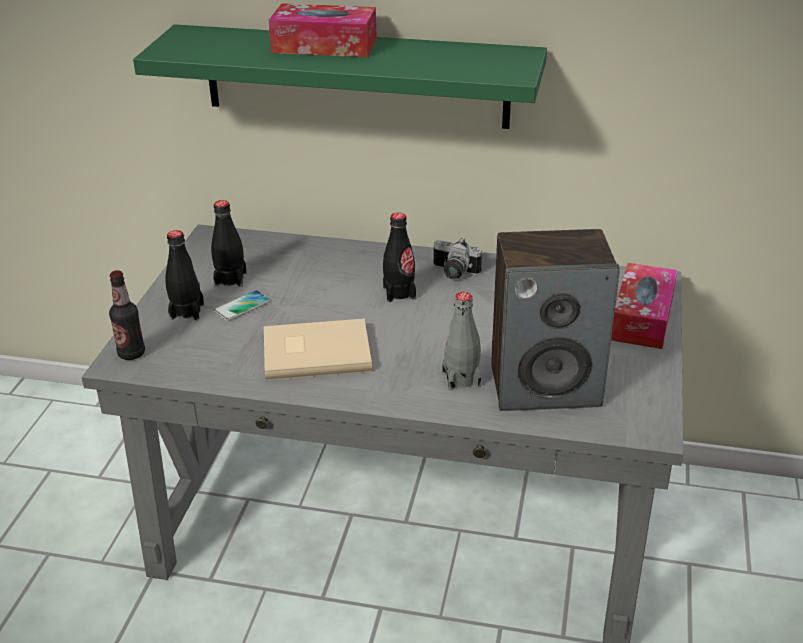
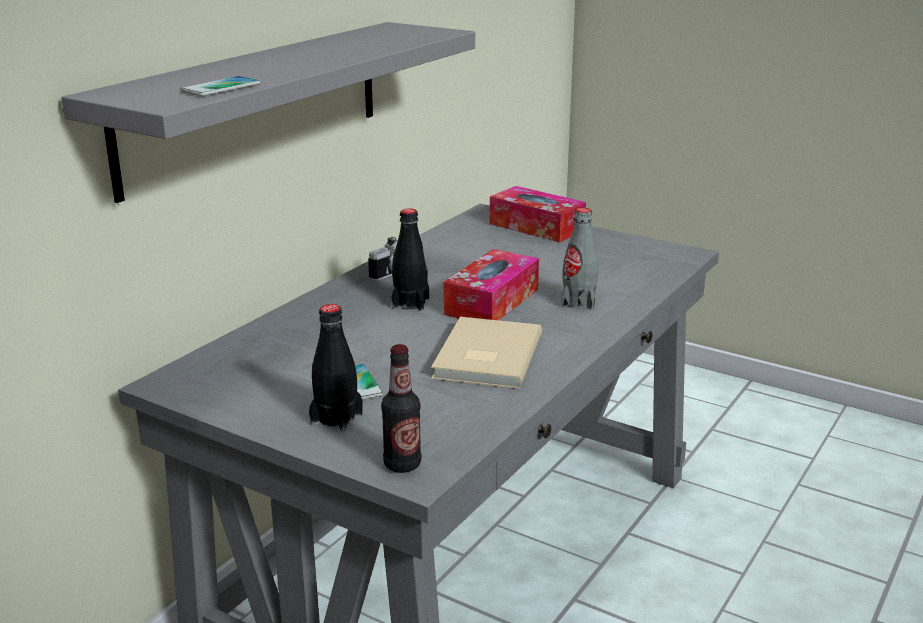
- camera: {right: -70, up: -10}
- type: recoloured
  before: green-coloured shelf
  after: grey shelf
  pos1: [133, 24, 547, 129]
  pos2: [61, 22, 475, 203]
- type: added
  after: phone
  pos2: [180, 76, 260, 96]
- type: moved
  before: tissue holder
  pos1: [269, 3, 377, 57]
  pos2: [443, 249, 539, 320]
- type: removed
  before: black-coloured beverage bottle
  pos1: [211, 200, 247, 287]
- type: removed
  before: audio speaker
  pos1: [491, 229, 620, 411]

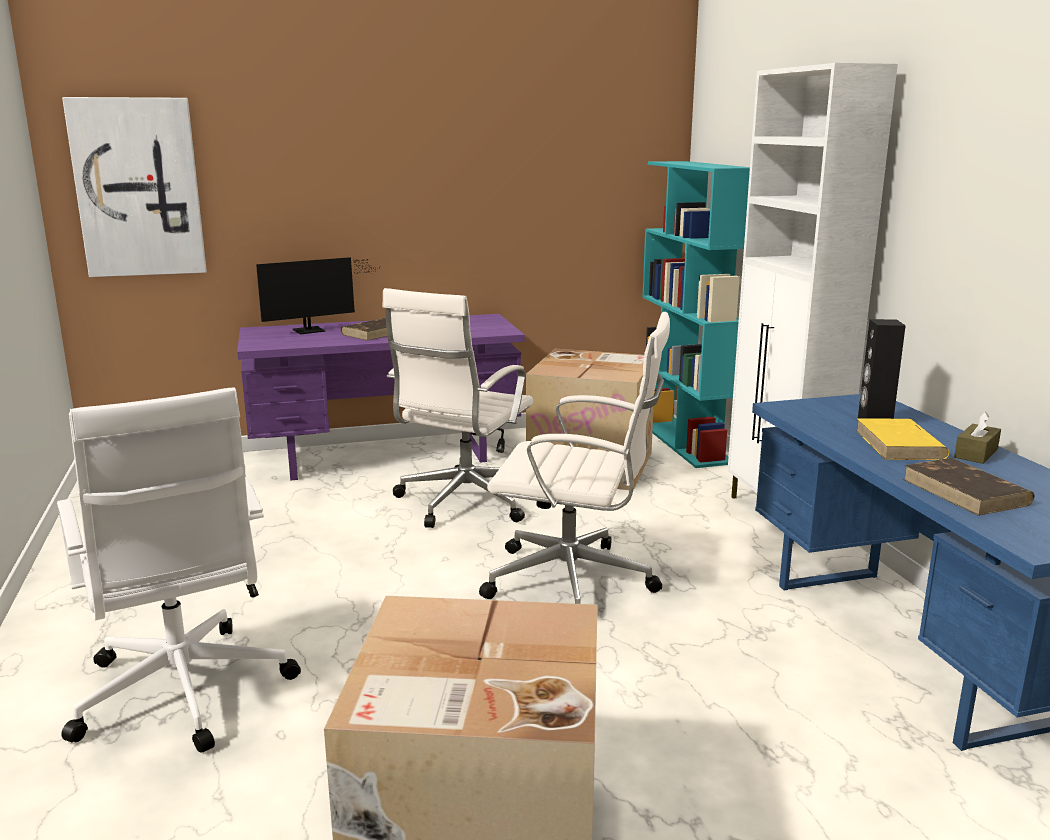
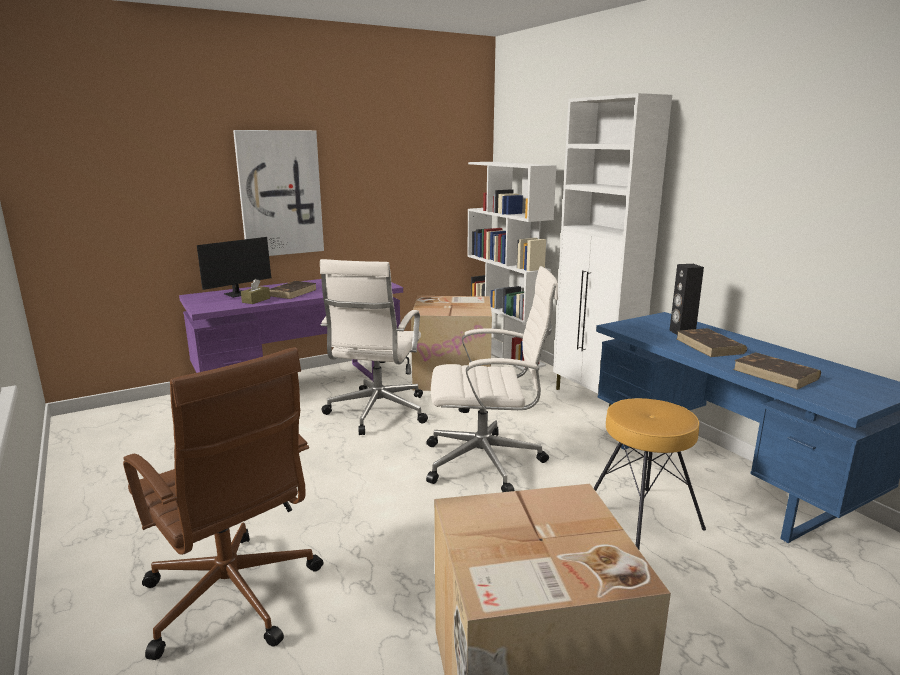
- camera: {right: -15, up: 0}
- type: recoloured
  before: white office chair
  after: brown-coloured office chair
  pos1: [57, 387, 301, 753]
  pos2: [123, 347, 323, 660]
- type: moved
  before: wall art
  pos1: [62, 97, 207, 277]
  pos2: [233, 130, 324, 256]
- type: moved
  before: brown-coloured tissue holder
  pos1: [954, 412, 1001, 464]
  pos2: [241, 279, 270, 304]
- type: recoloured
  before: turquoise-coloured bookcase
  after: white bookcase
  pos1: [642, 161, 750, 468]
  pos2: [467, 162, 557, 371]
- type: added
  after: brown-coloured stool
  pos2: [594, 398, 706, 549]
- type: recoloured
  before: yellow book
  after: brown-coloured book
  pos1: [856, 418, 949, 460]
  pos2: [676, 328, 747, 357]

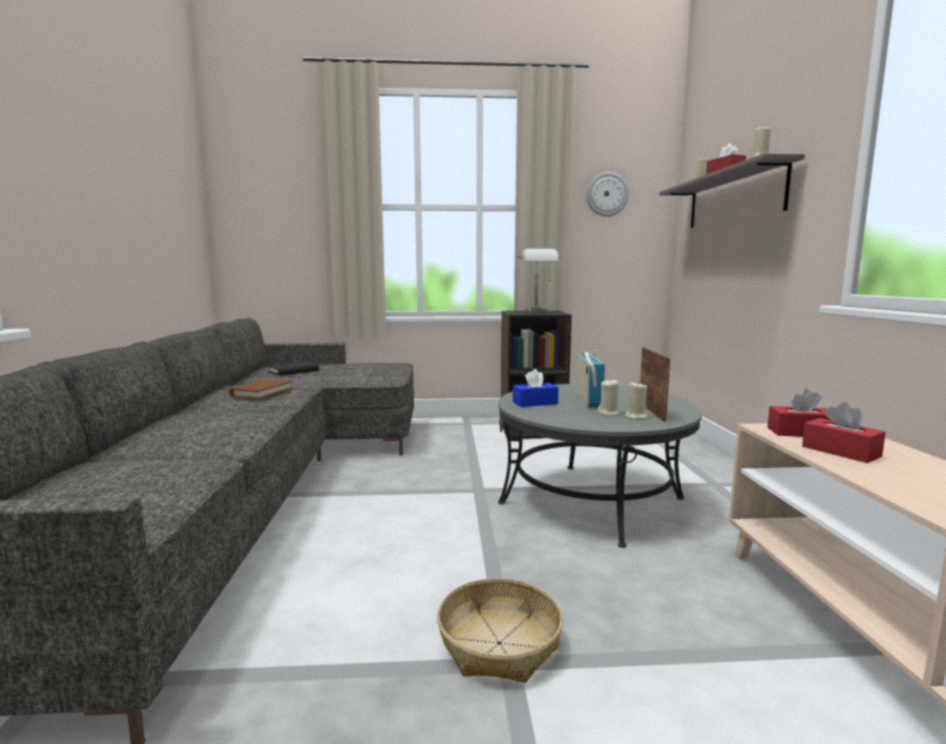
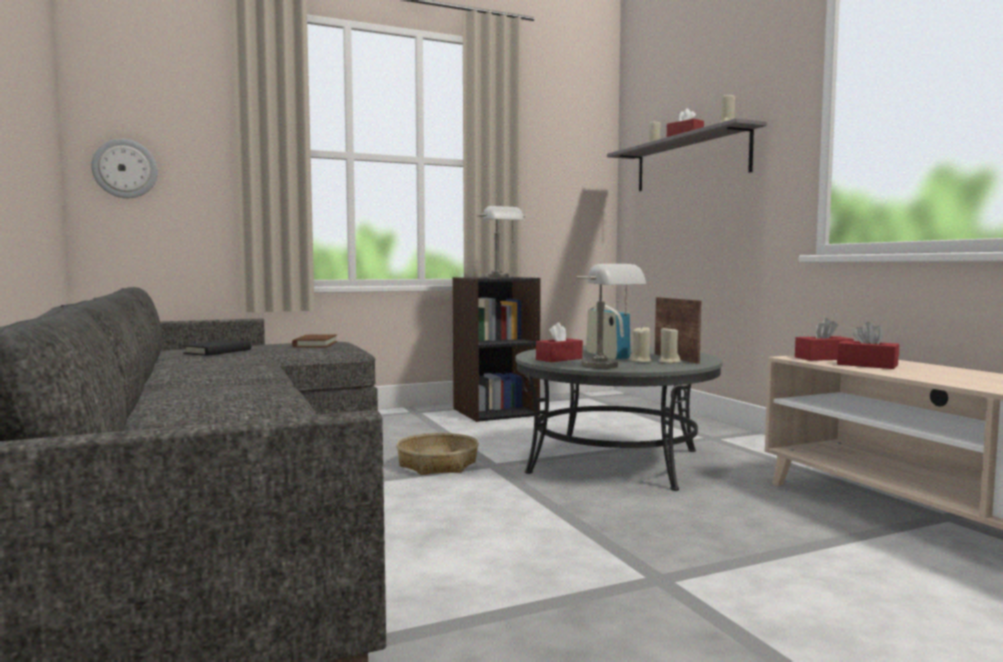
- camera: {right: -20, up: -5}
- type: moved
  before: wall clock
  pos1: [586, 172, 629, 217]
  pos2: [91, 139, 158, 198]
- type: moved
  before: brown-coloured book
  pos1: [229, 379, 293, 399]
  pos2: [292, 334, 337, 348]
- type: moved
  before: basket
  pos1: [437, 578, 563, 683]
  pos2: [396, 433, 479, 475]
- type: recoloured
  before: blue tissue holder
  after: red tissue holder
  pos1: [513, 369, 559, 407]
  pos2: [536, 322, 583, 362]
- type: added
  after: grey tabletop lamp
  pos2: [576, 264, 646, 369]

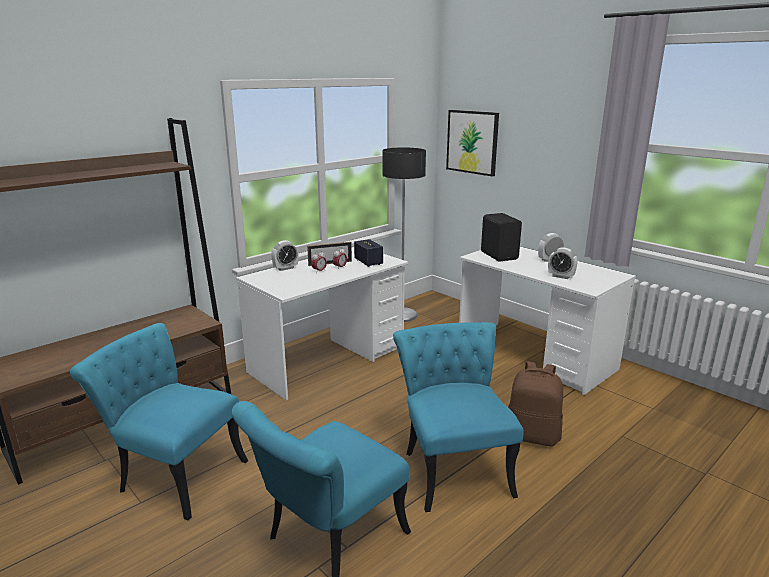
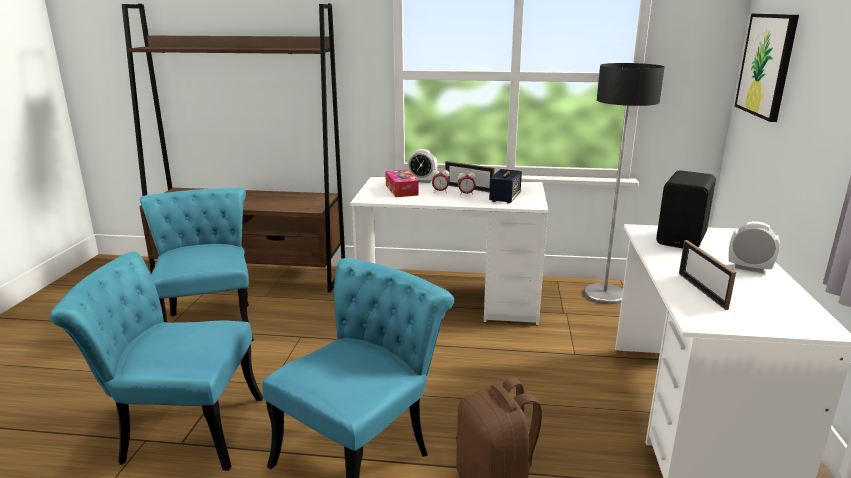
- camera: {right: 50, up: 0}
- type: added
  after: tissue holder
  pos2: [385, 170, 418, 197]
- type: replaced
  before: bedside clock
  after: standing frame
  pos1: [548, 247, 578, 279]
  pos2: [679, 240, 736, 310]

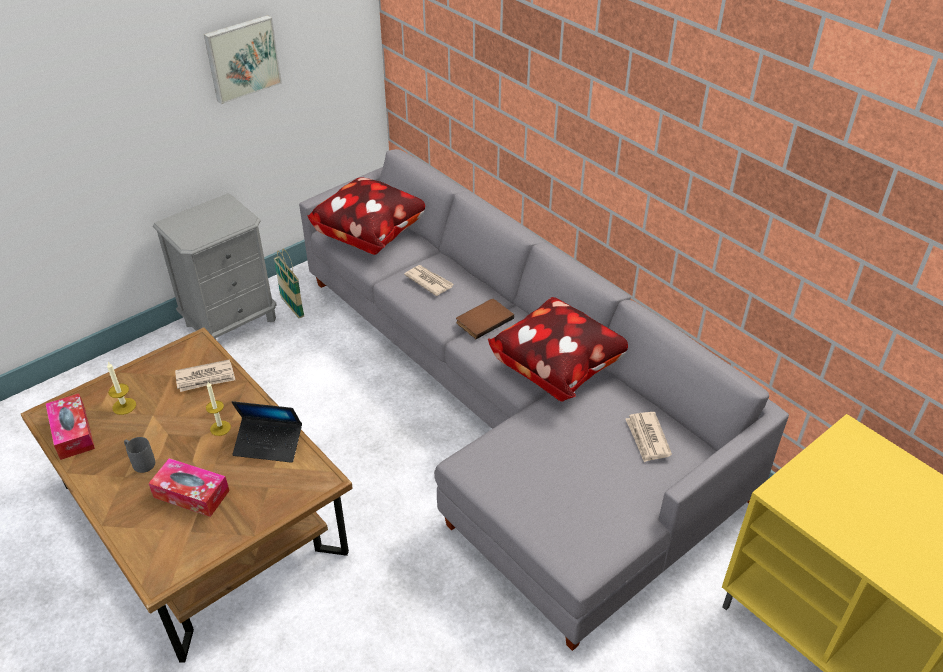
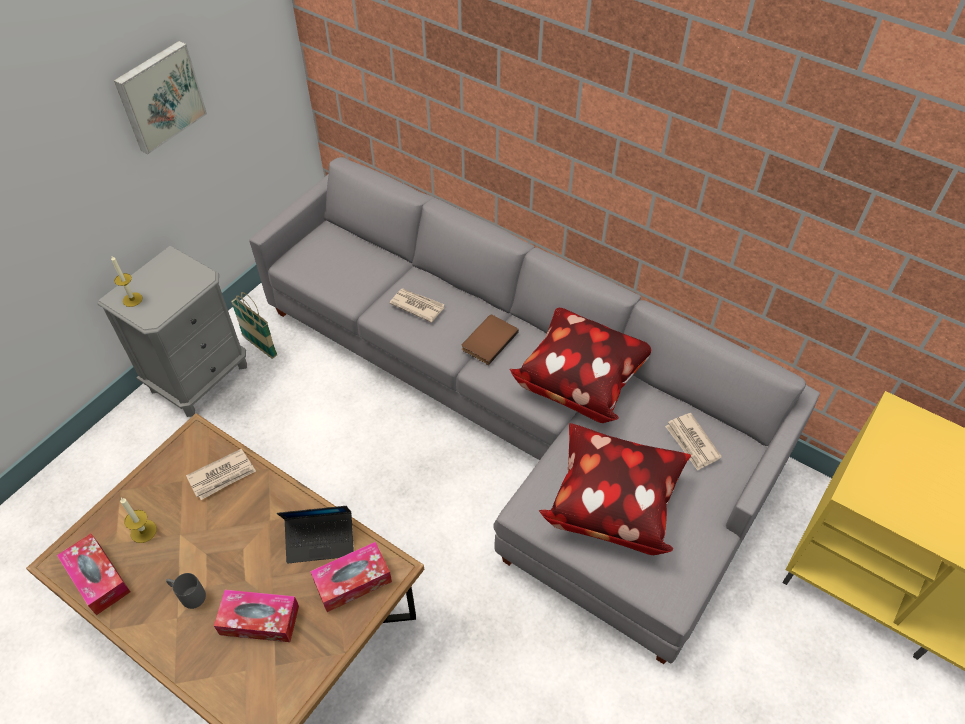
- camera: {right: -15, up: 10}
- type: moved
  before: candle
  pos1: [206, 382, 231, 436]
  pos2: [111, 256, 143, 307]
- type: added
  after: tissue holder
  pos2: [310, 542, 392, 612]
- type: moved
  before: cushion
  pos1: [307, 177, 425, 255]
  pos2: [539, 423, 691, 555]

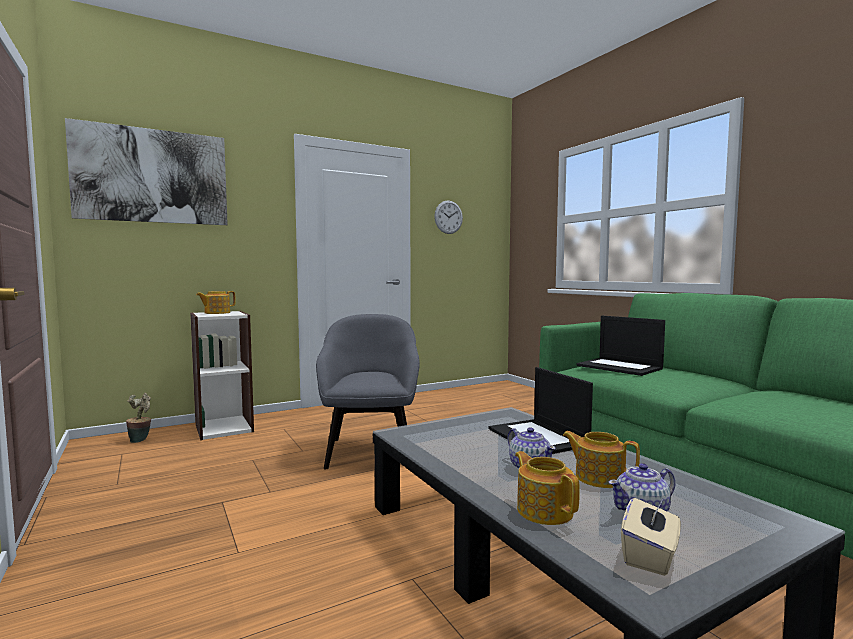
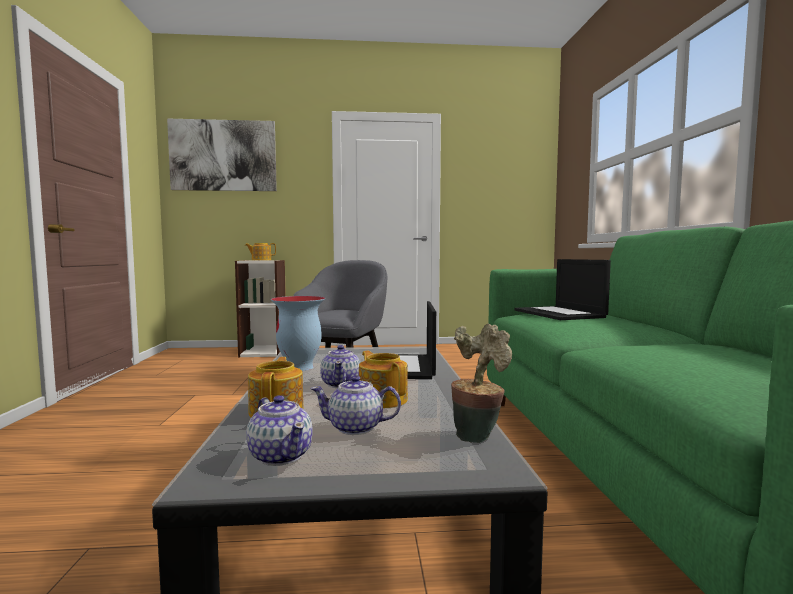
- camera: {right: 25, up: 0}
- type: replaced
  before: beige tissue holder
  after: teapot
  pos1: [621, 497, 681, 576]
  pos2: [246, 395, 313, 466]
- type: added
  after: vase
  pos2: [271, 296, 325, 371]
- type: moved
  before: houseplant
  pos1: [126, 393, 151, 443]
  pos2: [451, 323, 512, 443]
- type: removed
  before: wall clock
  pos1: [434, 201, 463, 234]

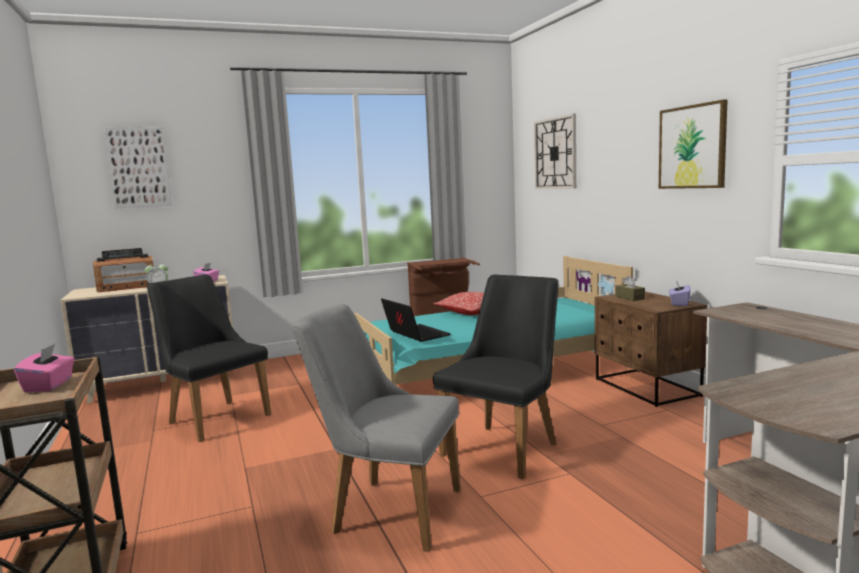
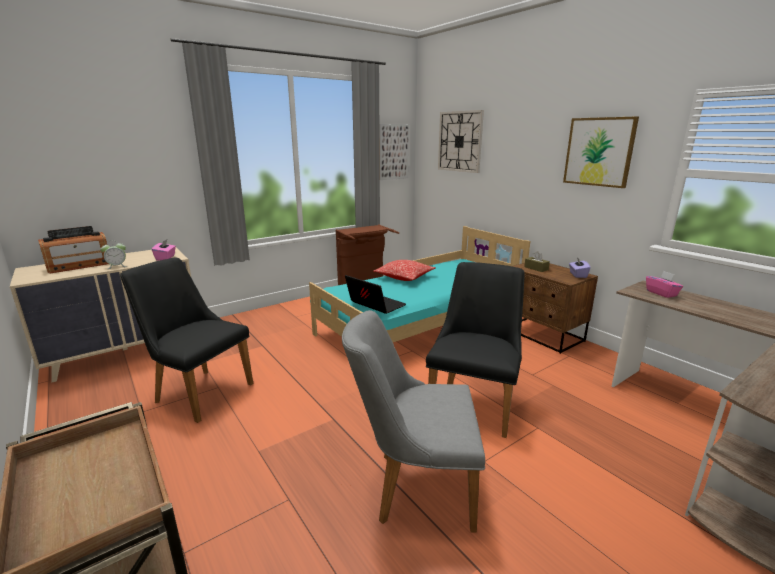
- camera: {right: -15, up: 10}
- type: moved
  before: wall art
  pos1: [104, 127, 172, 208]
  pos2: [379, 124, 409, 180]
- type: moved
  before: pinkish tissue holder
  pos1: [14, 344, 74, 393]
  pos2: [646, 271, 683, 298]

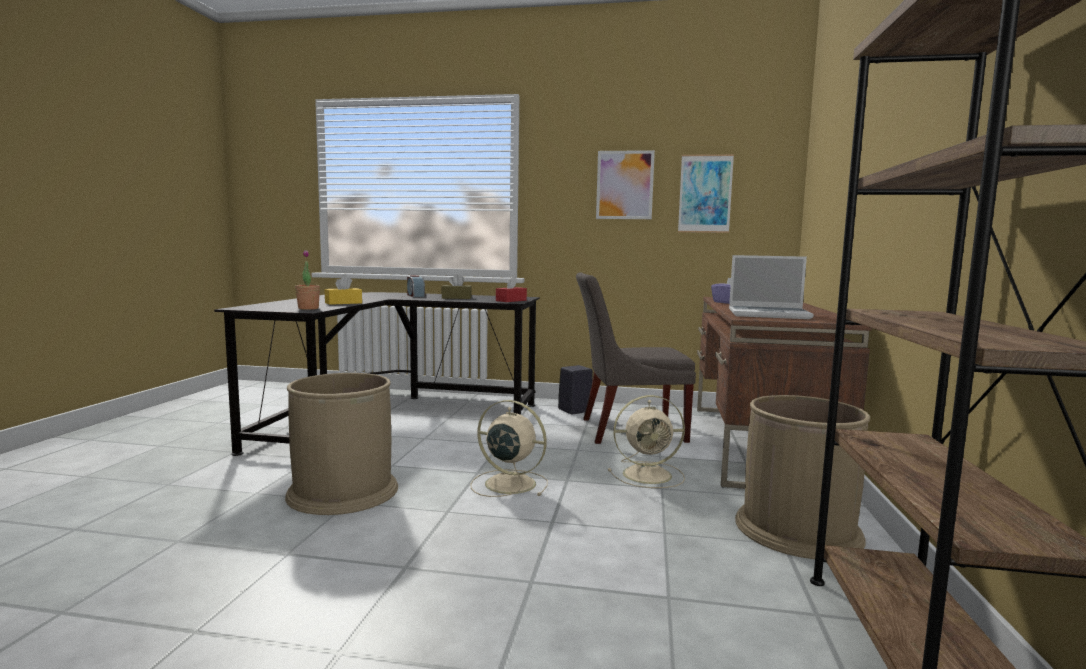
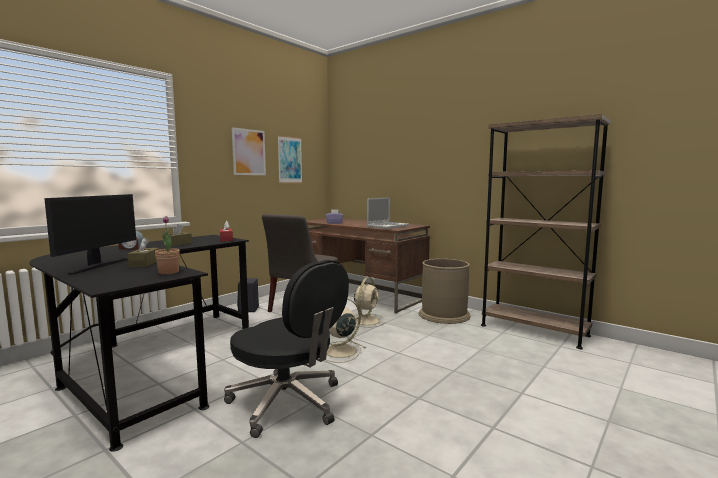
- camera: {right: -60, up: 0}
- type: added
  after: monitor
  pos2: [44, 194, 136, 275]
- type: recoloured
  before: yellow tissue holder
  after: brown-coloured tissue holder
  pos1: [325, 276, 362, 305]
  pos2: [128, 237, 159, 267]
- type: replaced
  before: brown-coloured trash can
  after: black-coloured office chair
  pos1: [285, 373, 398, 515]
  pos2: [224, 260, 349, 438]

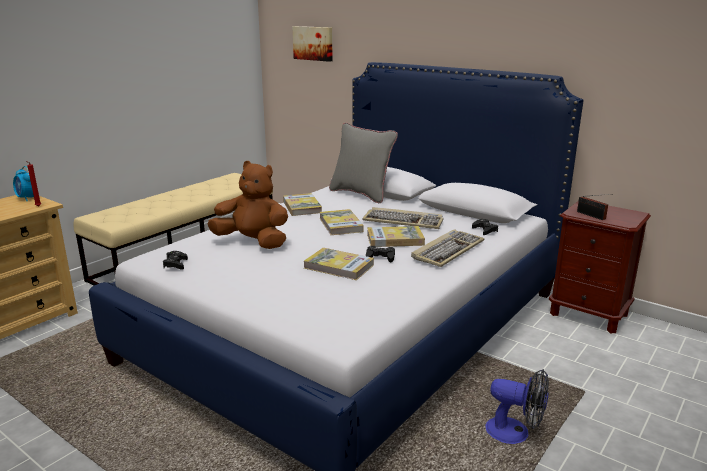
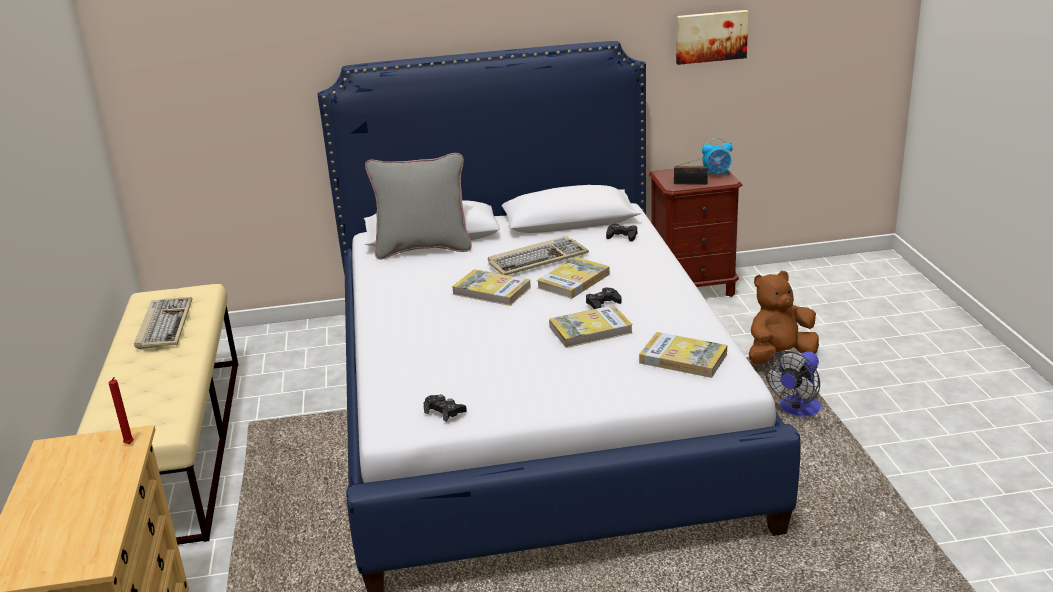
- camera: {right: -45, up: 5}
- type: moved
  before: keyboard
  pos1: [411, 229, 484, 267]
  pos2: [134, 297, 192, 349]
- type: moved
  before: book
  pos1: [283, 193, 322, 216]
  pos2: [639, 332, 728, 378]
- type: moved
  before: wall art
  pos1: [292, 26, 333, 62]
  pos2: [676, 10, 749, 65]
- type: moved
  before: bedside clock
  pos1: [13, 166, 34, 202]
  pos2: [702, 138, 733, 175]
- type: moved
  before: brown-coloured cuddly toy
  pos1: [207, 161, 288, 249]
  pos2: [749, 271, 819, 364]
- type: turned
  before: cooling fan
  pos1: [485, 369, 549, 444]
  pos2: [765, 351, 821, 417]
  turn: 150

